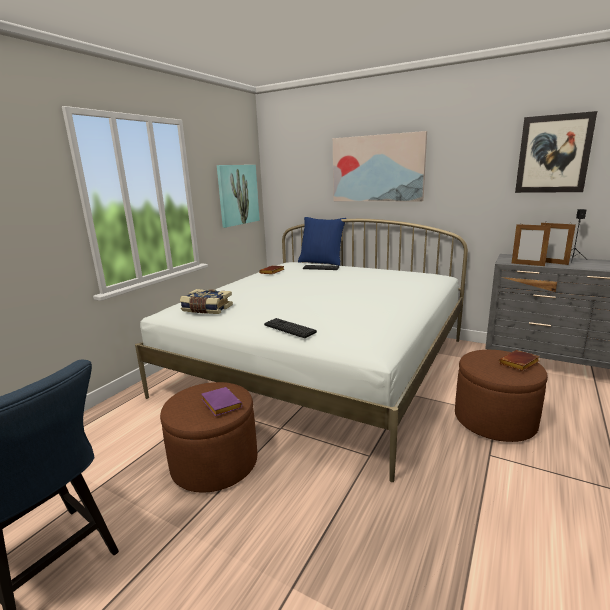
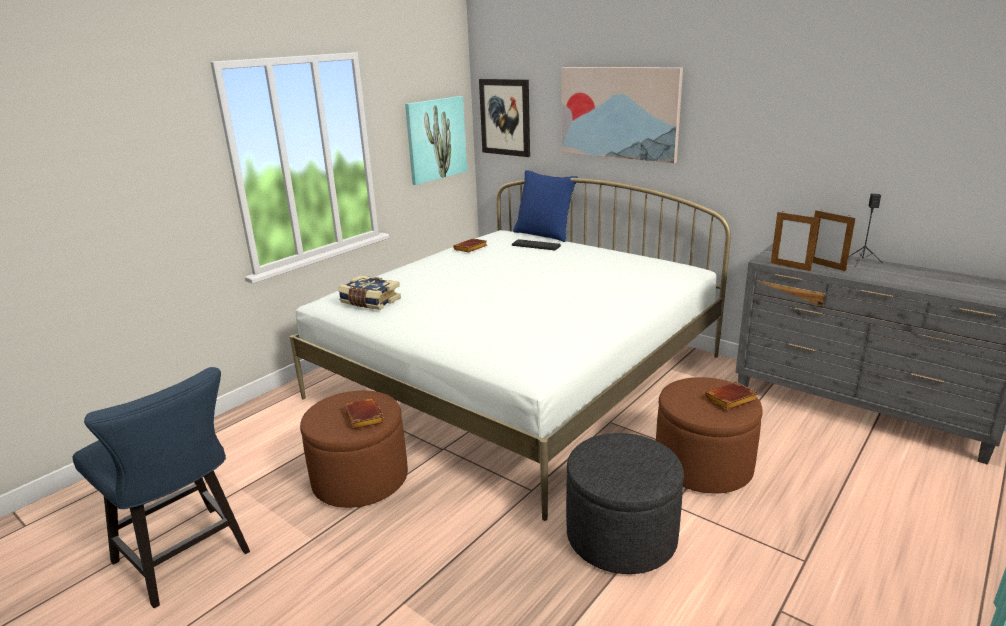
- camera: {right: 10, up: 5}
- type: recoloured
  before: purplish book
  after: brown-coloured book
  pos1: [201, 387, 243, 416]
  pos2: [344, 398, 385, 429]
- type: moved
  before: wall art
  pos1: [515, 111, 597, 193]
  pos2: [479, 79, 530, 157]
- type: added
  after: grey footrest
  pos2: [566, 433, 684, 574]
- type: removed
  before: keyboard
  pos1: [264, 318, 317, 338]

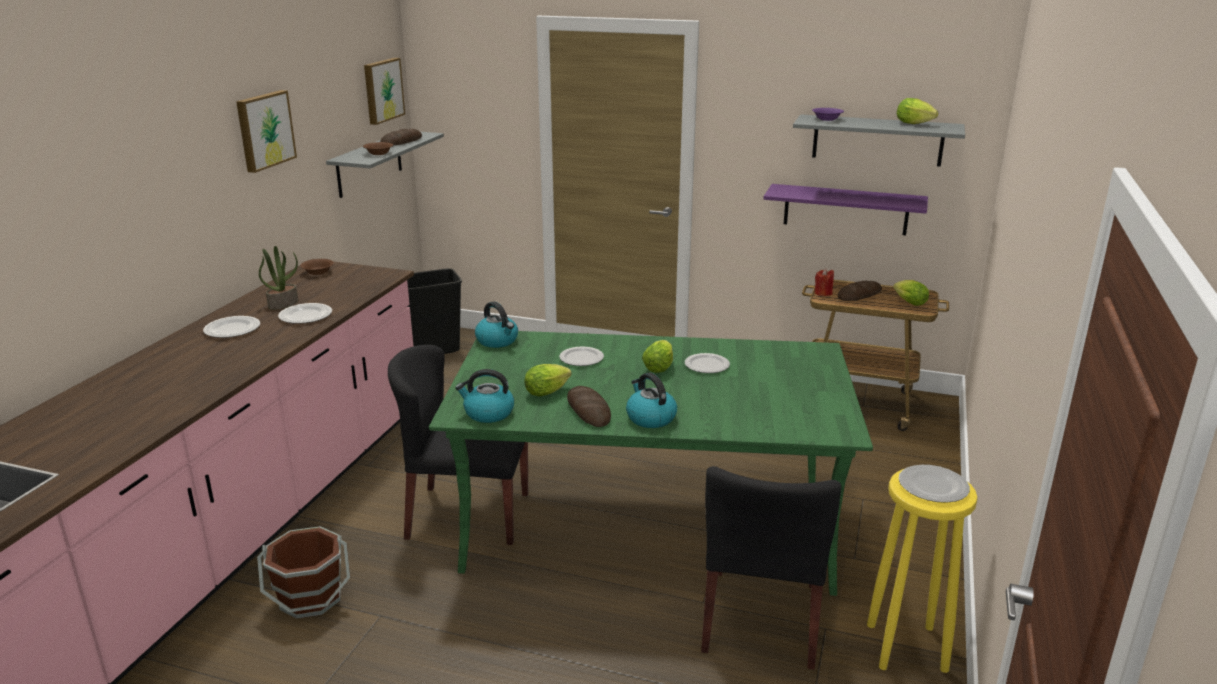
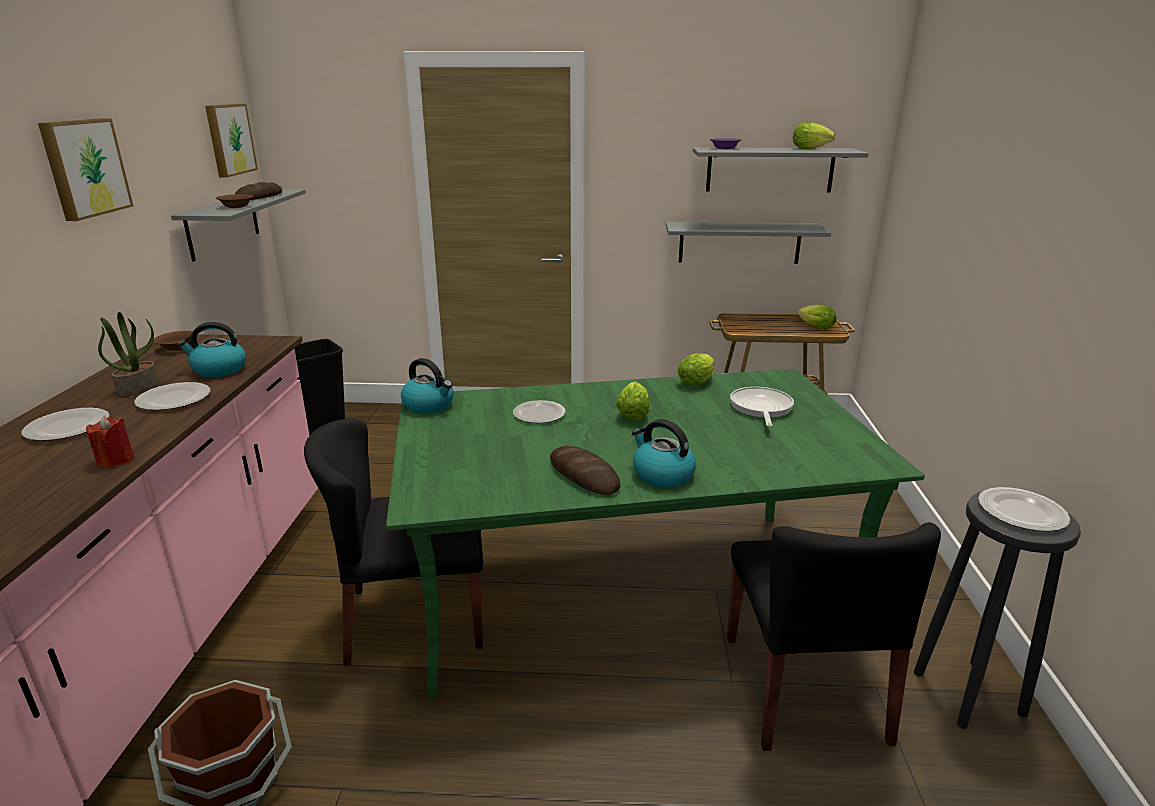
- camera: {right: -15, up: 0}
- type: moved
  before: red candle
  pos1: [814, 269, 834, 296]
  pos2: [86, 416, 134, 468]
- type: moved
  before: water kettle
  pos1: [455, 369, 514, 423]
  pos2: [177, 322, 246, 377]
- type: recoloured
  before: purplish shelf
  after: grey shelf
  pos1: [763, 184, 928, 236]
  pos2: [665, 222, 831, 264]
- type: moved
  before: lettuce head
  pos1: [524, 364, 572, 396]
  pos2: [678, 354, 715, 386]
- type: added
  after: skillet
  pos2: [730, 387, 794, 427]
- type: recoloured
  before: yellow stool
  after: black-coloured stool
  pos1: [867, 469, 978, 673]
  pos2: [914, 491, 1081, 729]
- type: removed
  before: dinner plate
  pos1: [685, 353, 730, 373]
- type: removed
  before: baked bread
  pos1: [838, 281, 882, 301]

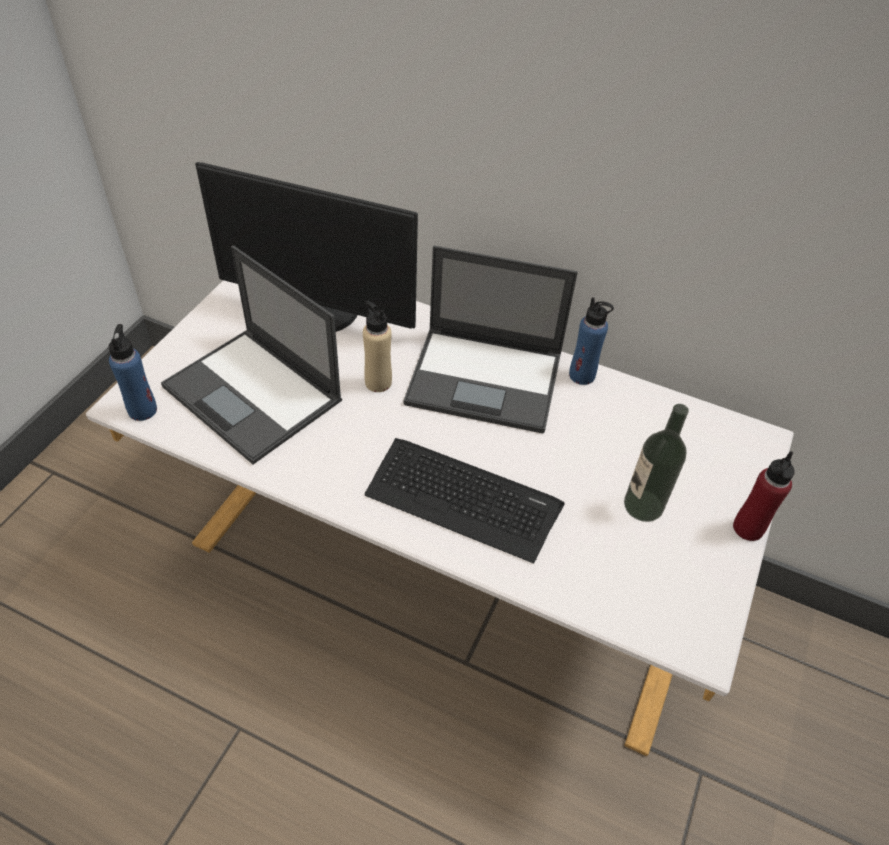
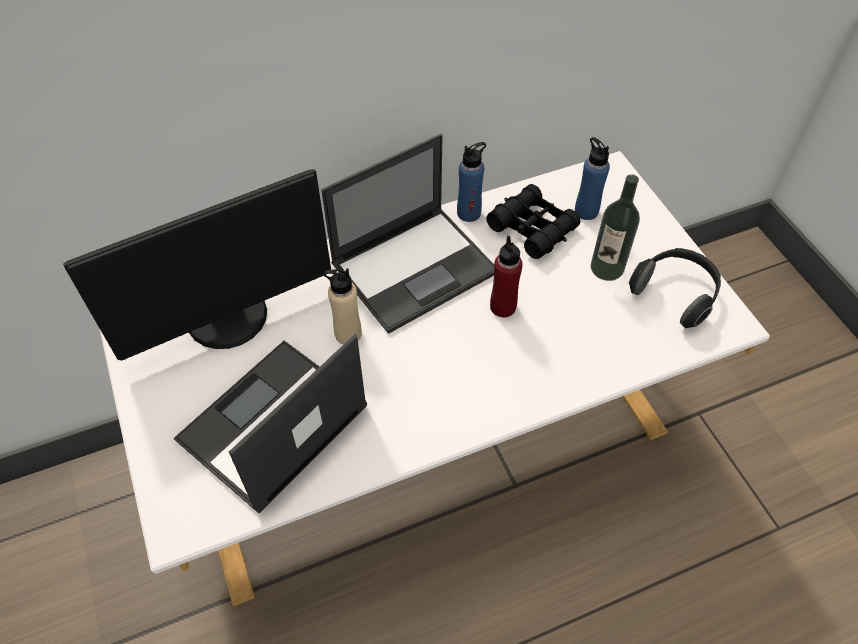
- camera: {right: -45, up: 5}
- type: turned
  before: portable computer
  pos1: [161, 246, 342, 464]
  pos2: [173, 334, 367, 513]
  turn: 135
- type: added
  after: black-coloured field glasses
  pos2: [486, 184, 580, 259]
- type: moved
  before: red beverage bottle
  pos1: [733, 451, 795, 541]
  pos2: [490, 236, 523, 317]
- type: moved
  before: blue beverage bottle
  pos1: [108, 324, 157, 421]
  pos2: [575, 137, 610, 220]
- type: added
  after: headphones
  pos2: [629, 248, 721, 328]
- type: removed
  before: keyboard
  pos1: [365, 438, 565, 563]

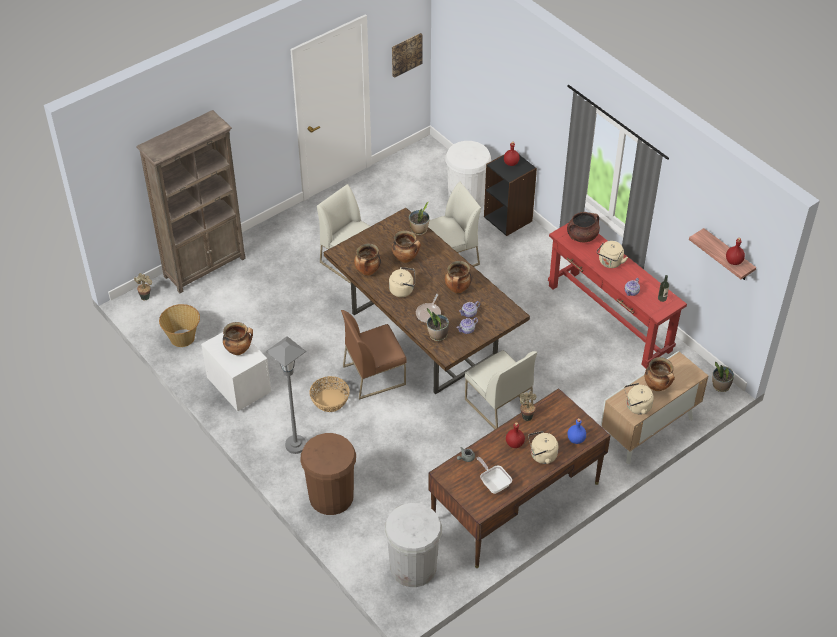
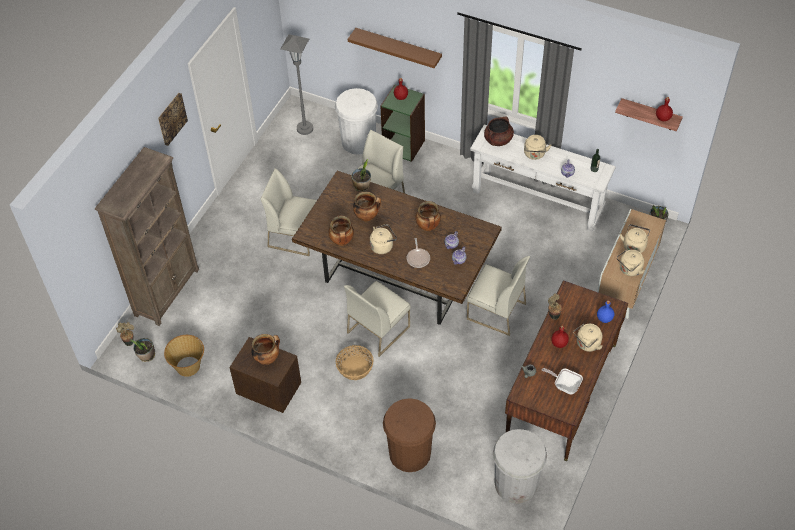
- camera: {right: -25, up: 5}
- type: moved
  before: houseplant
  pos1: [427, 308, 449, 341]
  pos2: [130, 338, 155, 362]
- type: moved
  before: wall art
  pos1: [392, 33, 423, 78]
  pos2: [158, 93, 188, 146]
- type: recoloured
  before: white nightstand
  after: brown-coloured nightstand
  pos1: [201, 332, 271, 411]
  pos2: [229, 337, 301, 413]
- type: moved
  before: grey standing lamp
  pos1: [266, 336, 306, 454]
  pos2: [281, 34, 313, 135]
- type: recoloured
  before: brown-coloured upright chair
  after: white upright chair
  pos1: [341, 310, 407, 400]
  pos2: [344, 281, 411, 357]
- type: added
  after: brown-coloured shelf
  pos2: [348, 28, 442, 68]
- type: recoloured
  before: black-coloured bookcase
  after: green-coloured bookcase
  pos1: [484, 154, 537, 236]
  pos2: [380, 84, 425, 162]
- type: recoloured
  before: red console table
  after: white console table
  pos1: [548, 223, 687, 369]
  pos2: [470, 124, 616, 232]
- type: replaced
  before: cooking pot
  after: beige water kettle
  pos1: [645, 357, 675, 391]
  pos2: [620, 224, 650, 253]

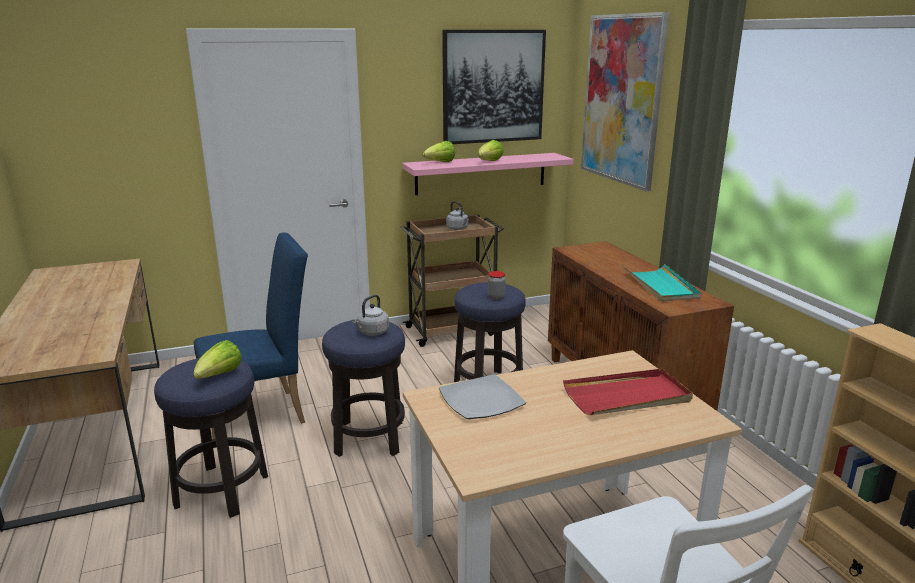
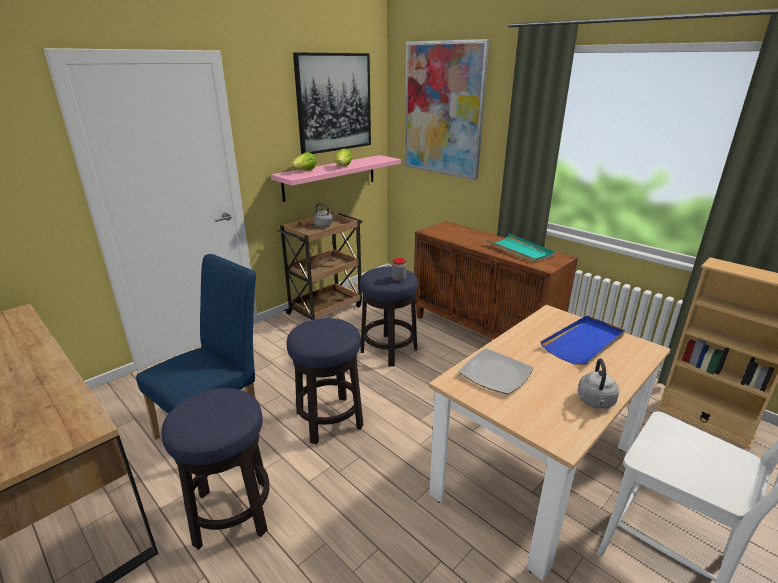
- camera: {right: -25, up: 5}
- type: recoloured
  before: red serving tray
  after: blue serving tray
  pos1: [563, 369, 693, 415]
  pos2: [540, 315, 625, 365]
- type: moved
  before: grey water kettle
  pos1: [352, 294, 389, 336]
  pos2: [578, 358, 619, 409]
- type: removed
  before: lettuce head
  pos1: [193, 340, 242, 379]

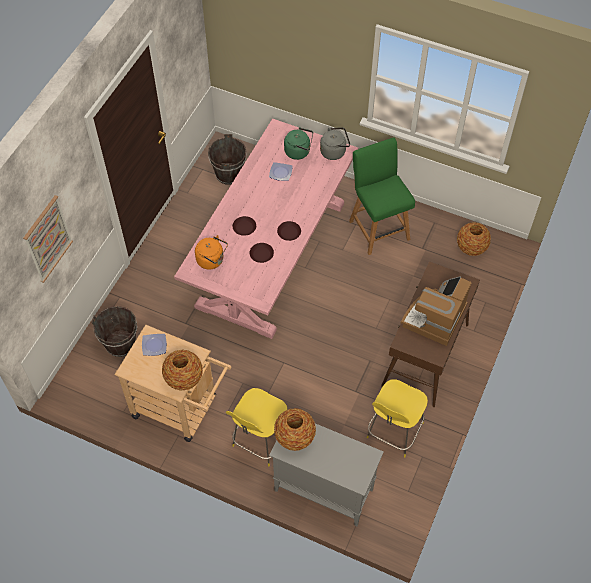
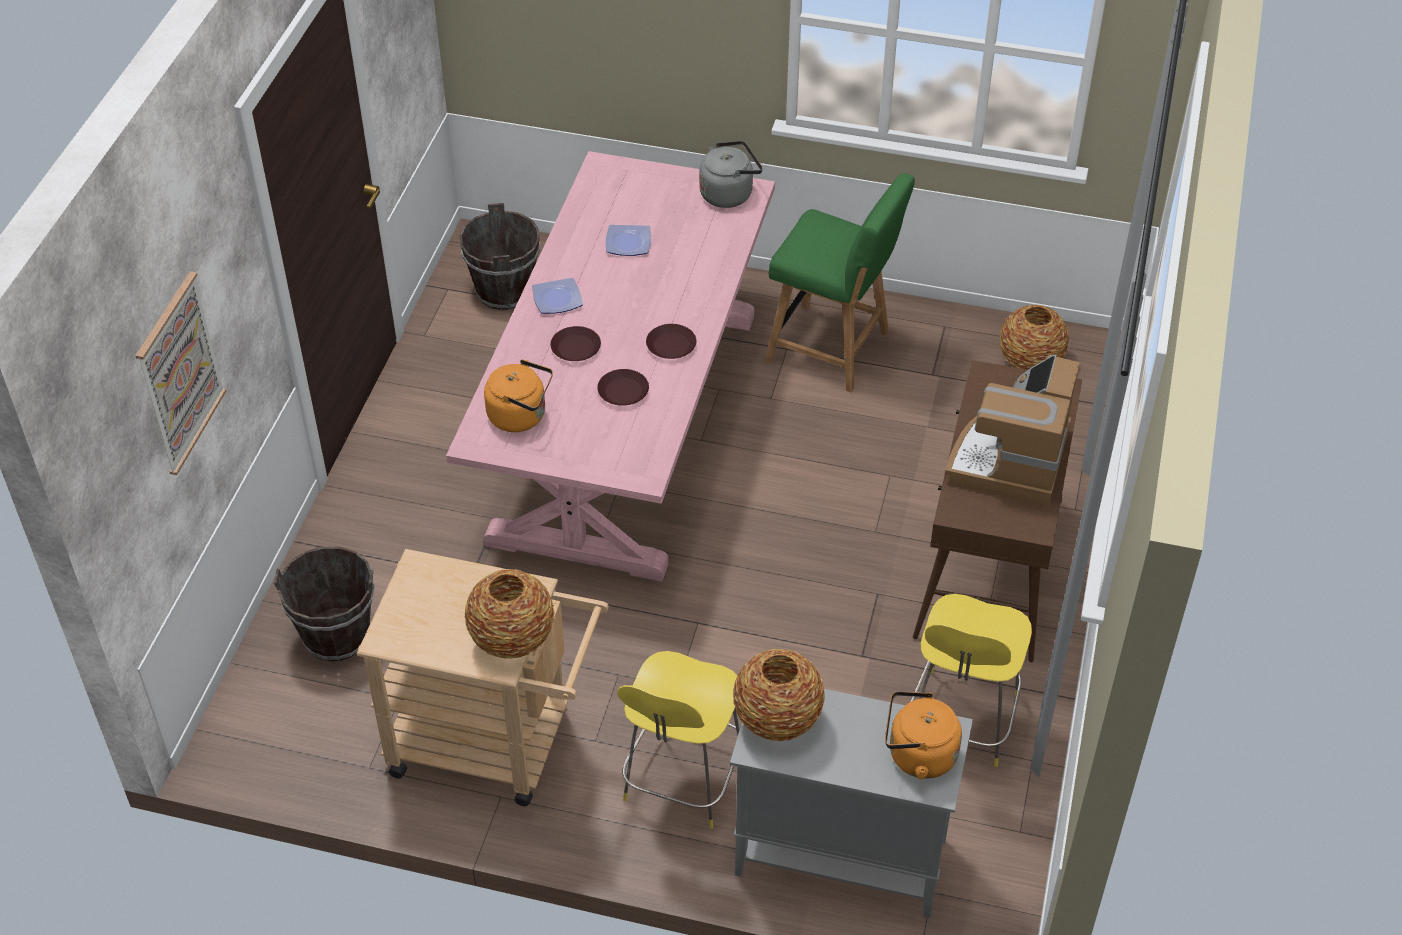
- camera: {right: -10, up: -10}
- type: moved
  before: dinner plate
  pos1: [142, 334, 167, 356]
  pos2: [532, 278, 583, 314]
- type: turned
  before: green-coloured upright chair
  pos1: [349, 137, 415, 255]
  pos2: [765, 173, 915, 392]
  turn: 150
- type: added
  after: orangey water kettle
  pos2: [885, 691, 962, 779]
- type: removed
  before: green-coloured water kettle
  pos1: [284, 127, 313, 160]

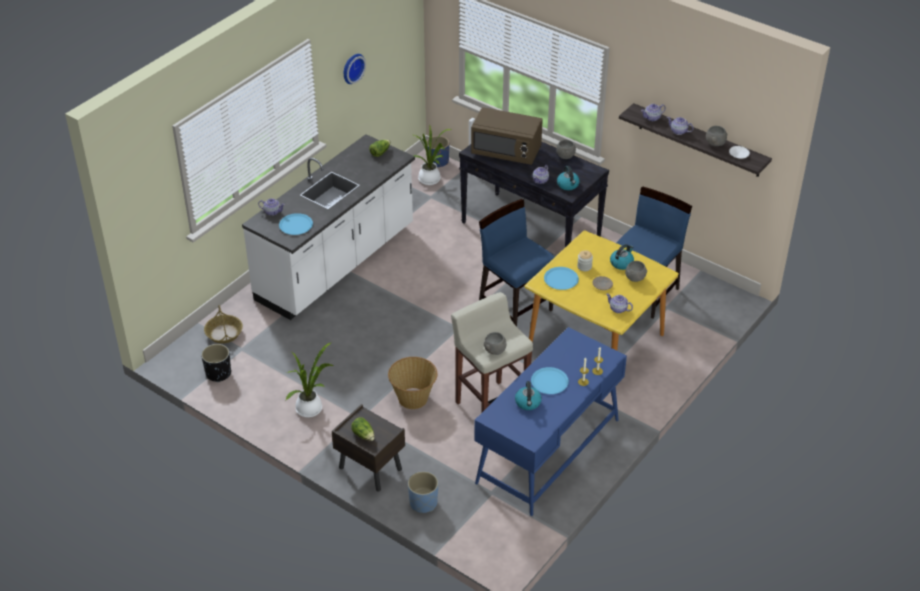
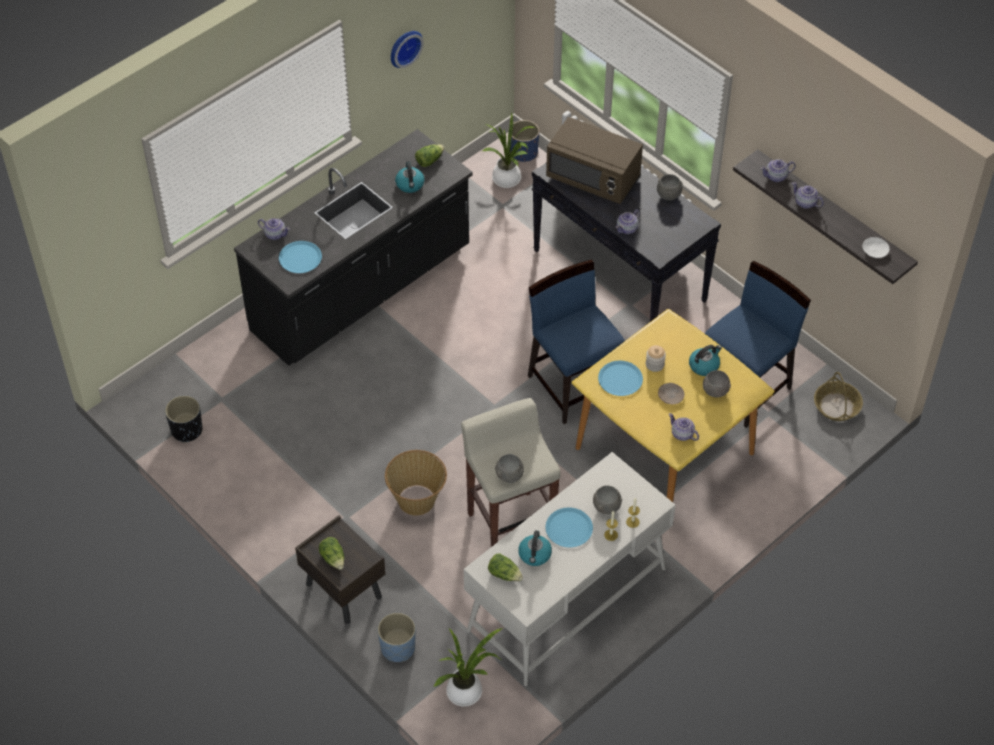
- camera: {right: 10, up: 10}
- type: recoloured
  before: white kitchen base unit
  after: black-coloured kitchen base unit
  pos1: [242, 134, 415, 320]
  pos2: [234, 129, 473, 366]
- type: moved
  before: water kettle
  pos1: [557, 166, 580, 190]
  pos2: [395, 161, 424, 193]
- type: moved
  before: houseplant
  pos1: [286, 342, 333, 418]
  pos2: [434, 628, 503, 706]
- type: recoloured
  before: blue desk unit
  after: white desk unit
  pos1: [474, 327, 627, 516]
  pos2: [464, 452, 676, 686]
- type: added
  after: lettuce head
  pos2: [488, 554, 523, 581]
- type: moved
  before: grey deep dish
  pos1: [706, 126, 728, 146]
  pos2: [593, 485, 622, 514]
- type: moved
  before: basket
  pos1: [204, 305, 243, 343]
  pos2: [814, 372, 863, 421]

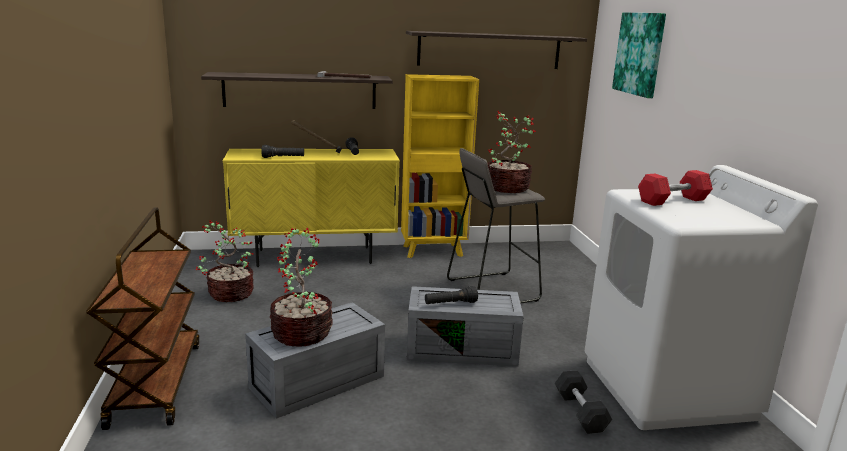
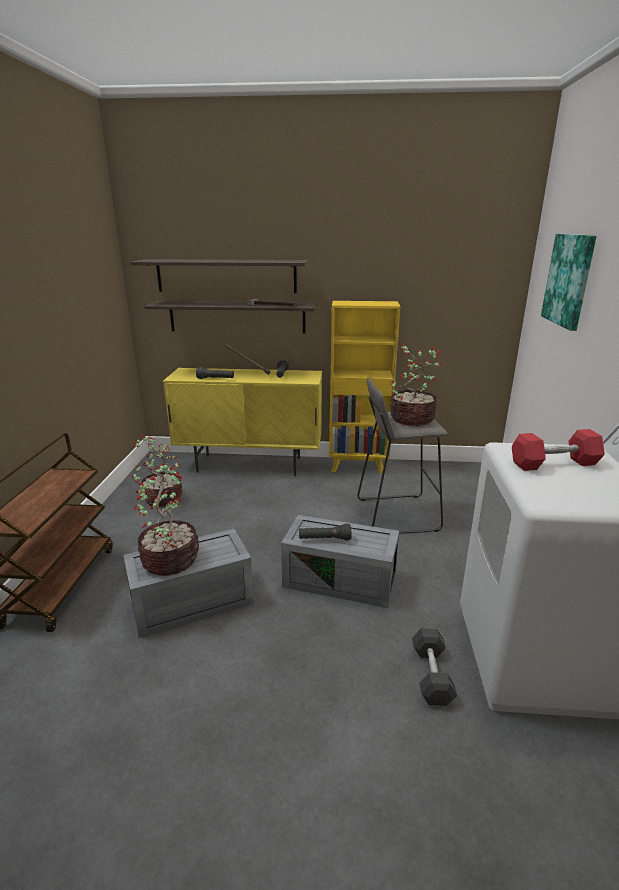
- camera: {right: 15, up: 5}
- type: moved
  before: shelf
  pos1: [406, 31, 587, 69]
  pos2: [130, 259, 308, 293]

